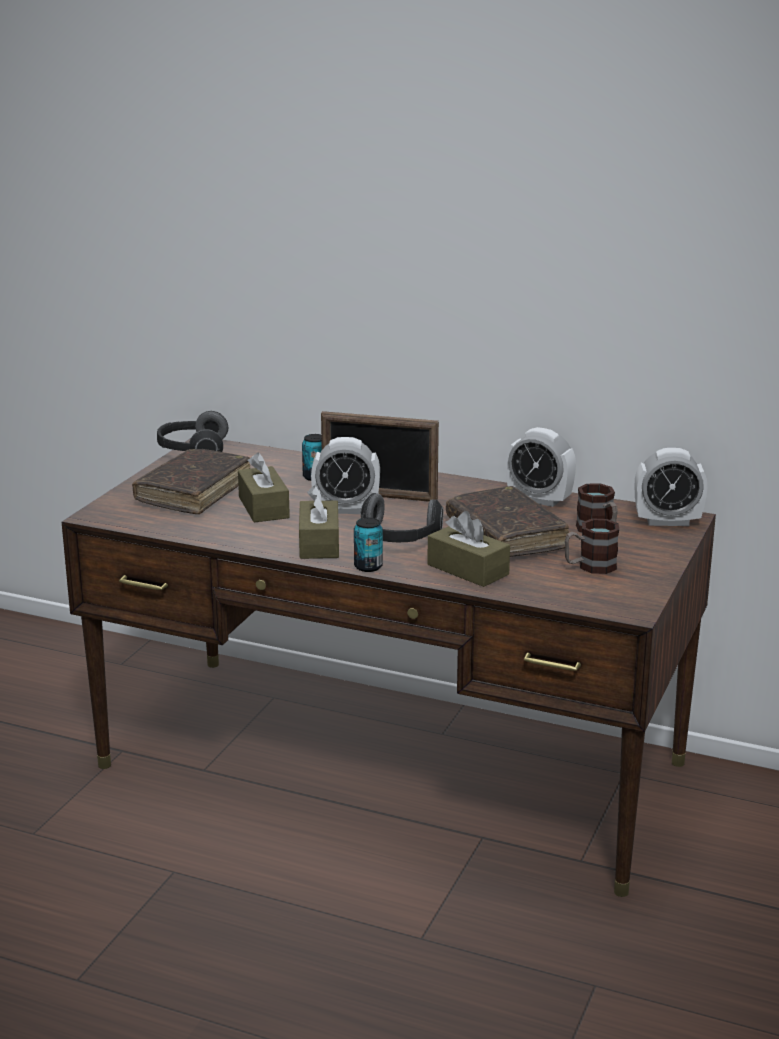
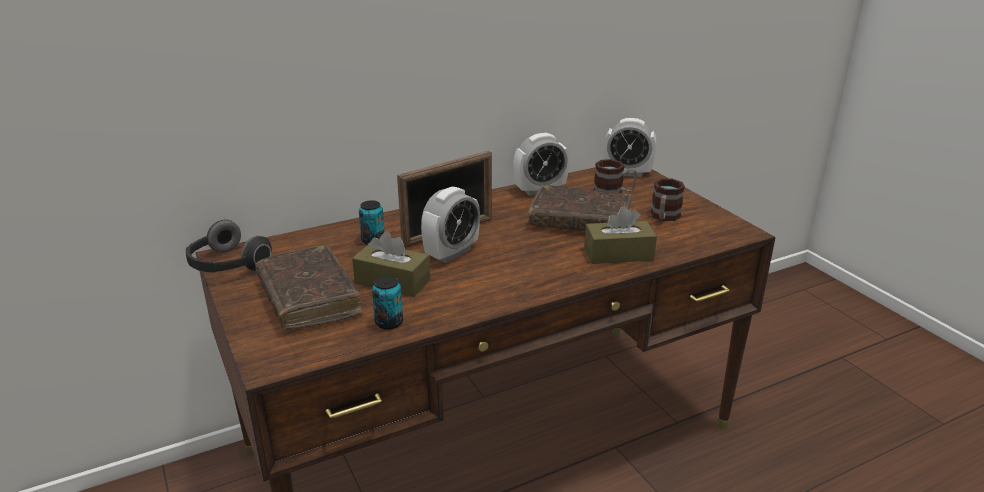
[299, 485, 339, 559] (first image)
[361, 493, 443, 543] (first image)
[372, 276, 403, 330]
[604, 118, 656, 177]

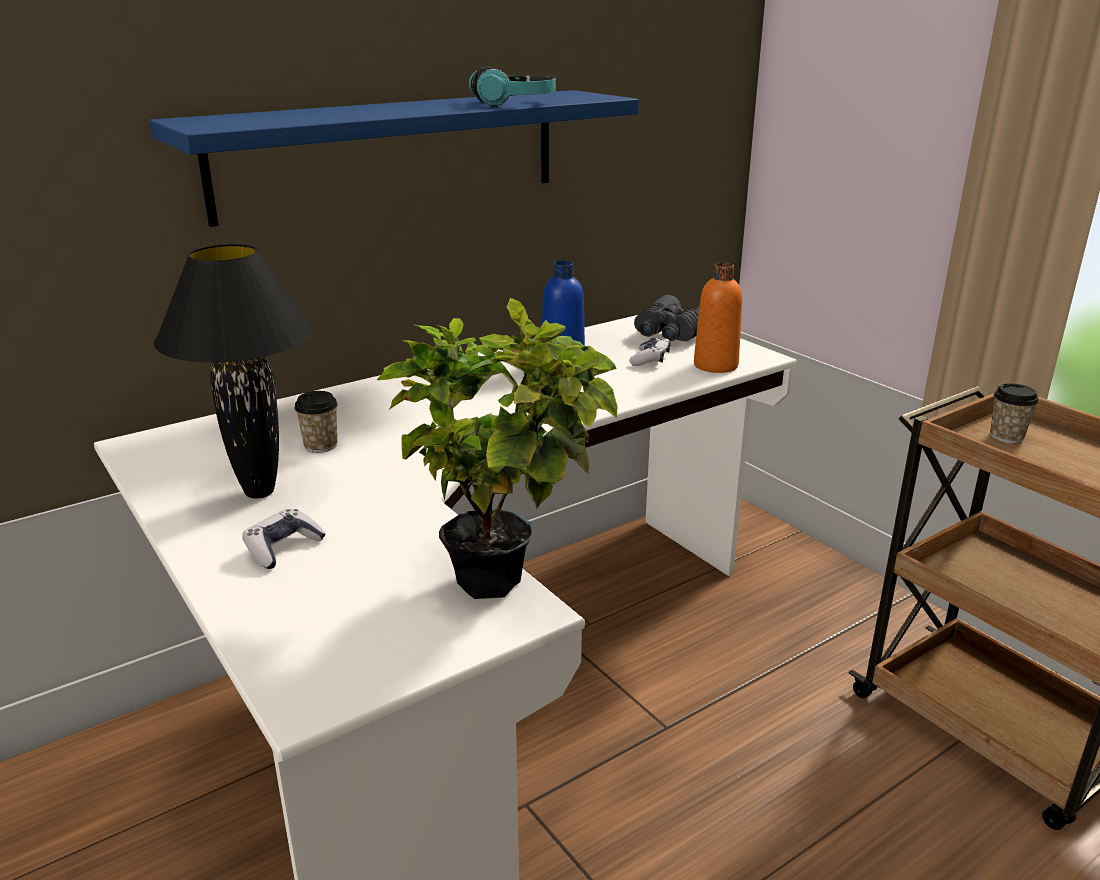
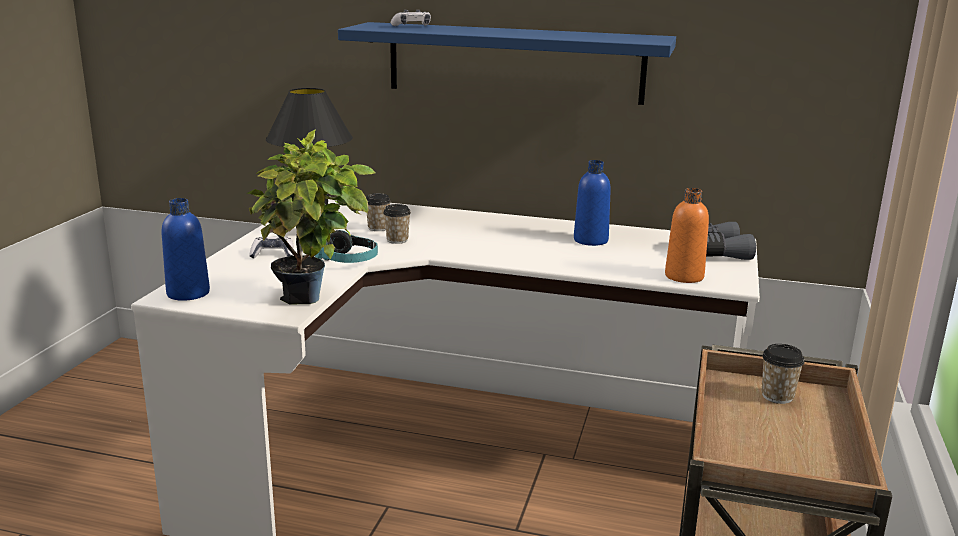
[162, 198, 210, 301]
[383, 204, 411, 244]
[315, 230, 378, 263]
[390, 10, 431, 26]

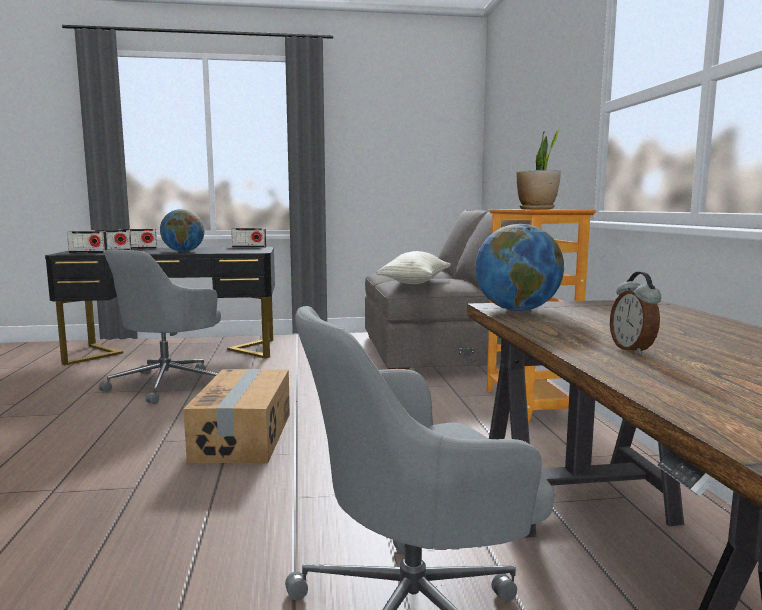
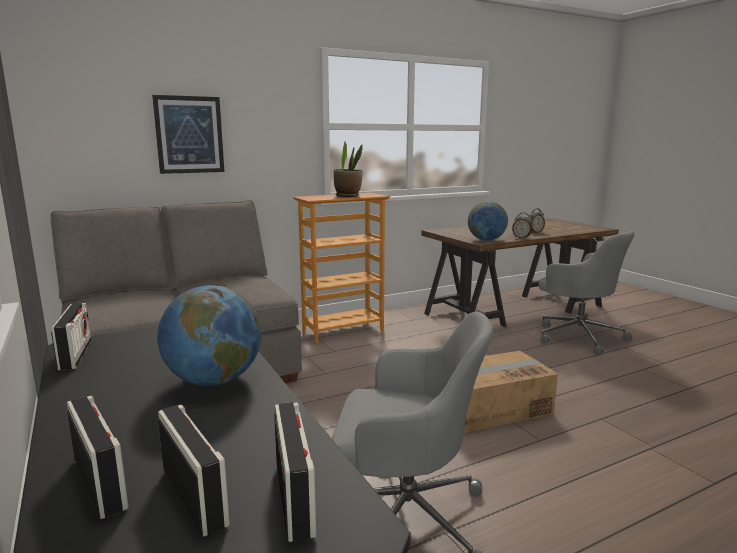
[376, 251, 451, 284] (first image)
[152, 95, 224, 174]
[512, 213, 533, 239]

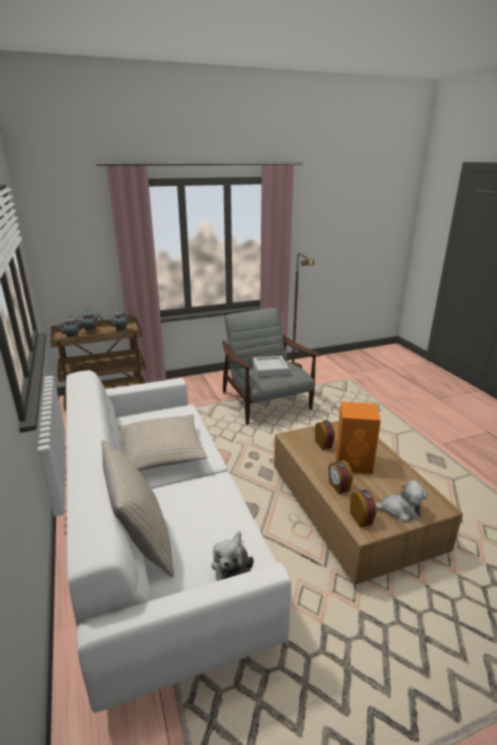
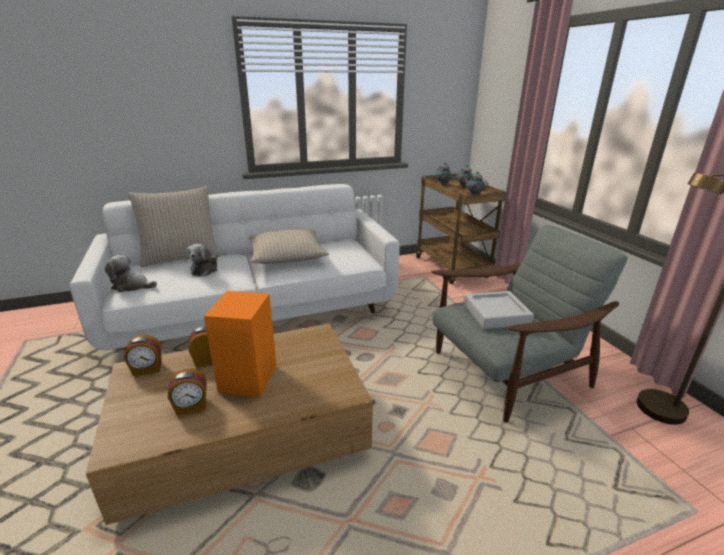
[168, 369, 207, 416]
[186, 244, 218, 276]

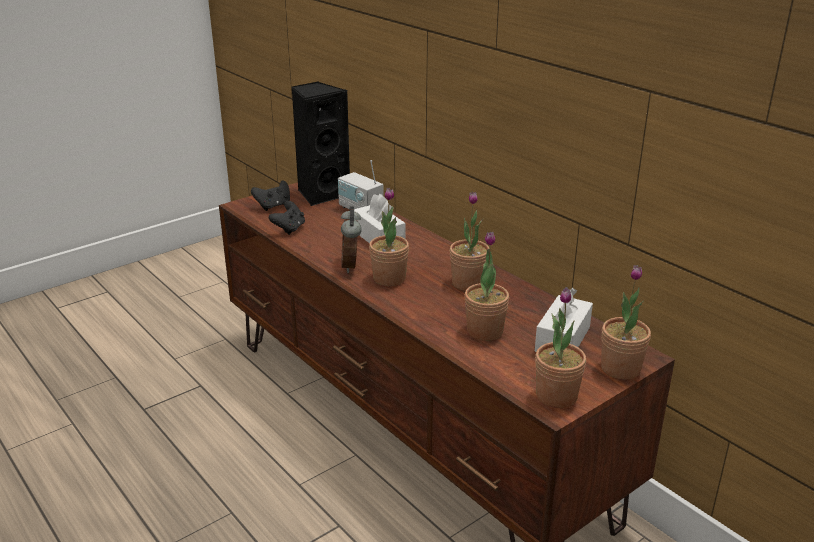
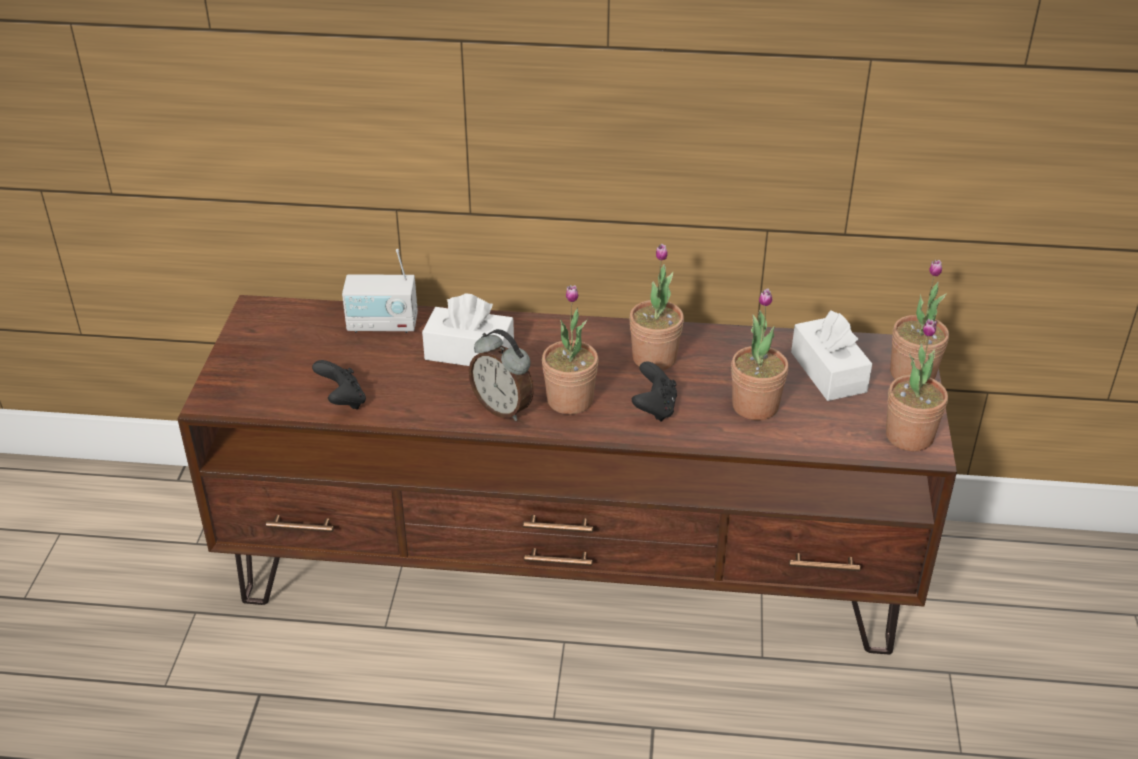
[291, 81, 350, 206] (first image)
[632, 361, 677, 422]

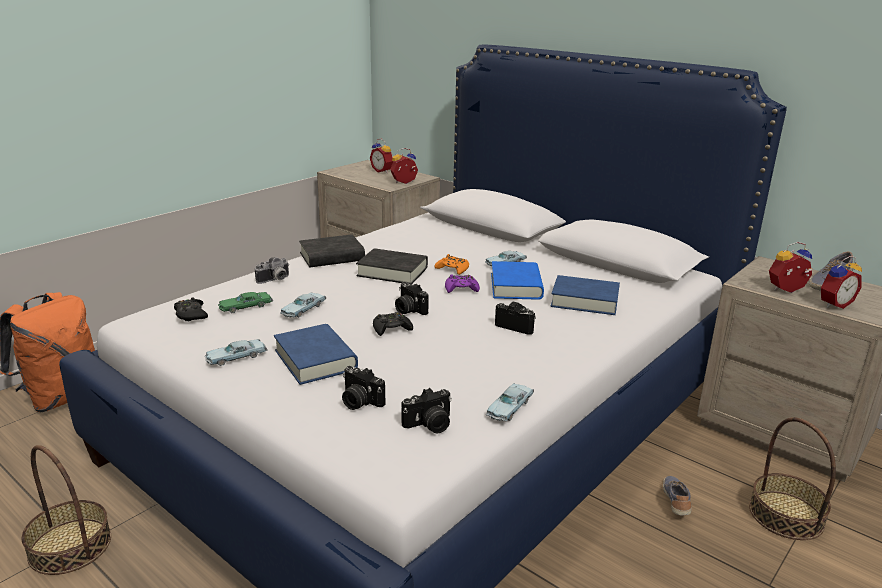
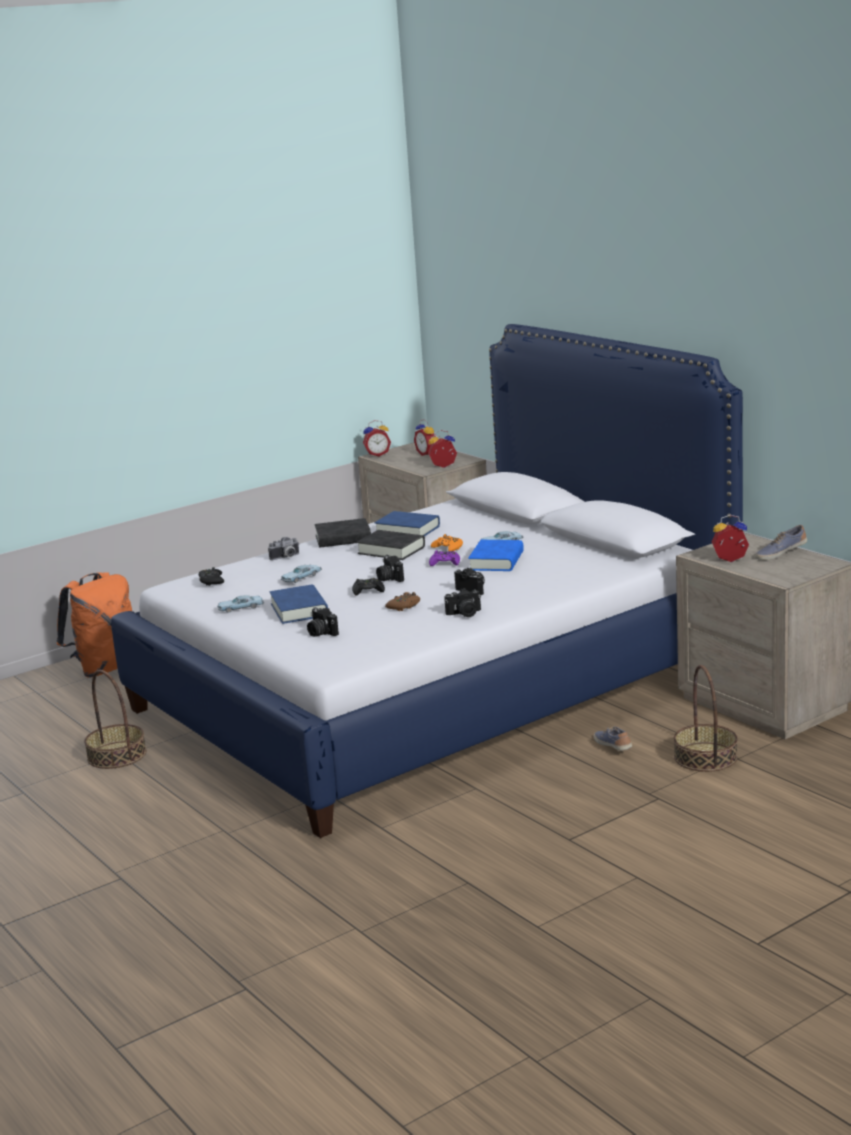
[218, 292, 273, 313] (first image)
[486, 383, 534, 422] (first image)
[385, 592, 420, 611]
[444, 588, 481, 617]
[375, 511, 440, 536]
[363, 420, 391, 457]
[594, 726, 632, 751]

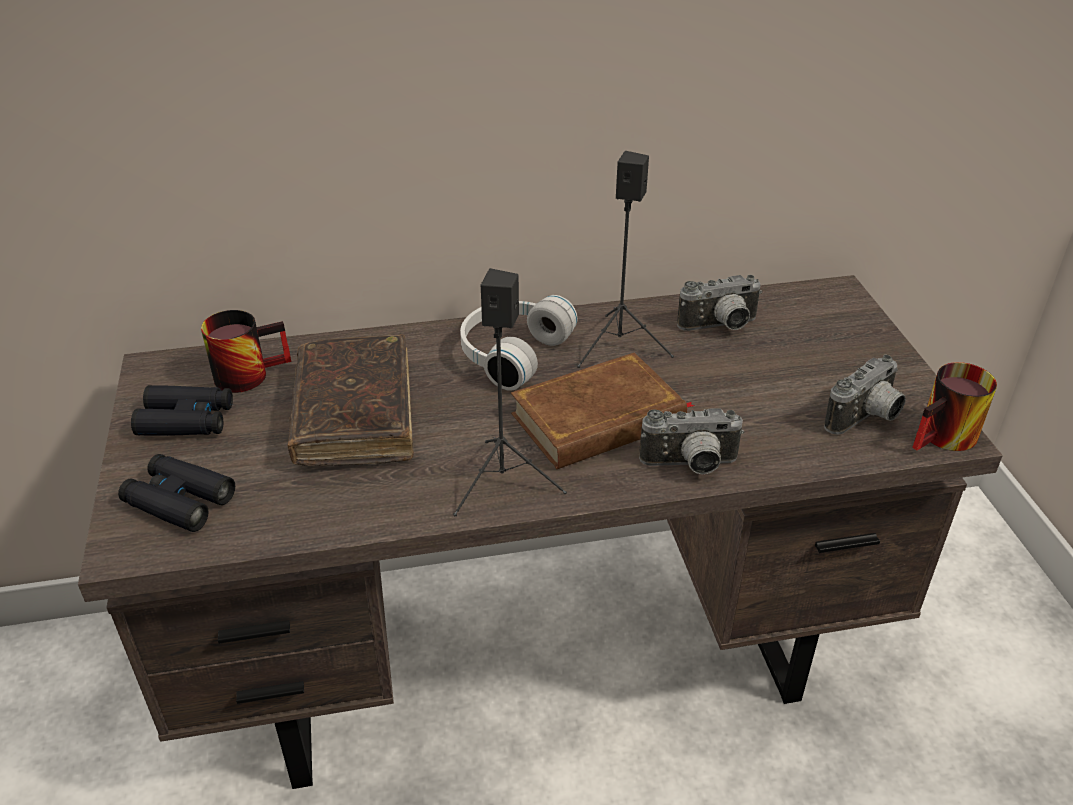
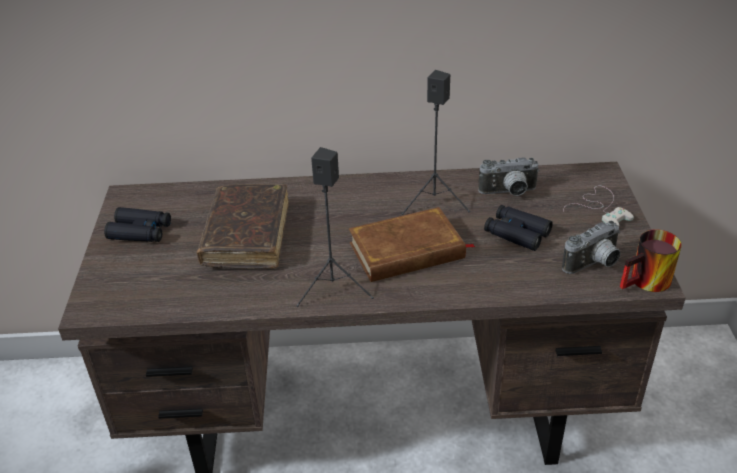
[201, 310, 291, 393] (first image)
[460, 295, 578, 391] (first image)
[639, 408, 744, 475] (first image)
[563, 185, 634, 226]
[484, 205, 553, 251]

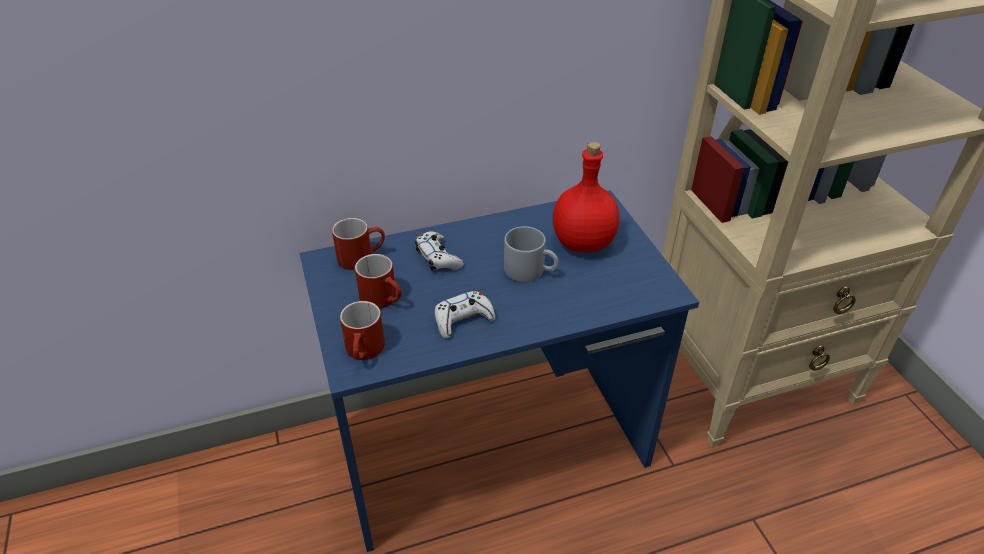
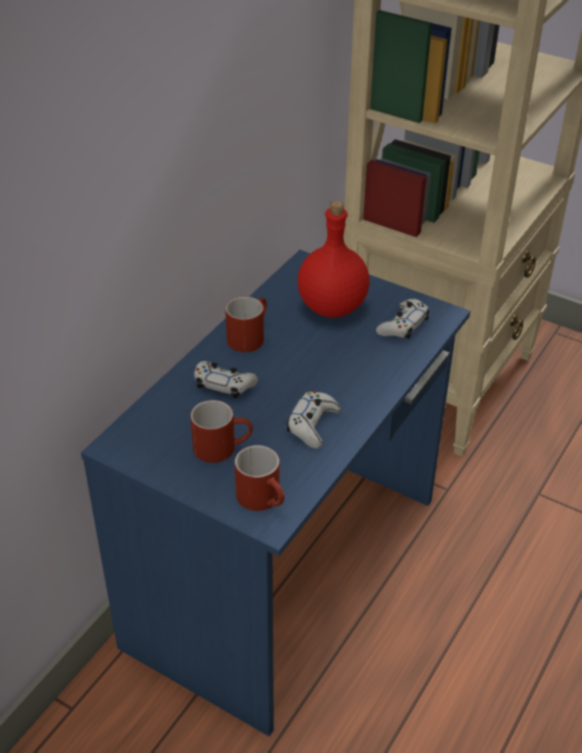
[504, 226, 558, 282] (first image)
[376, 299, 429, 339]
[225, 297, 267, 352]

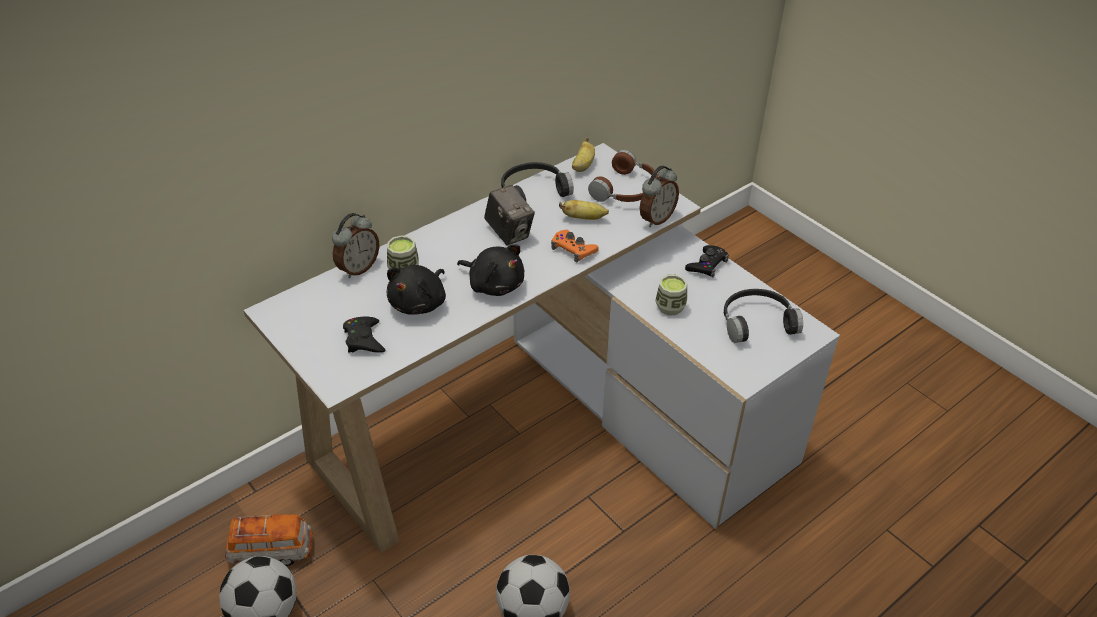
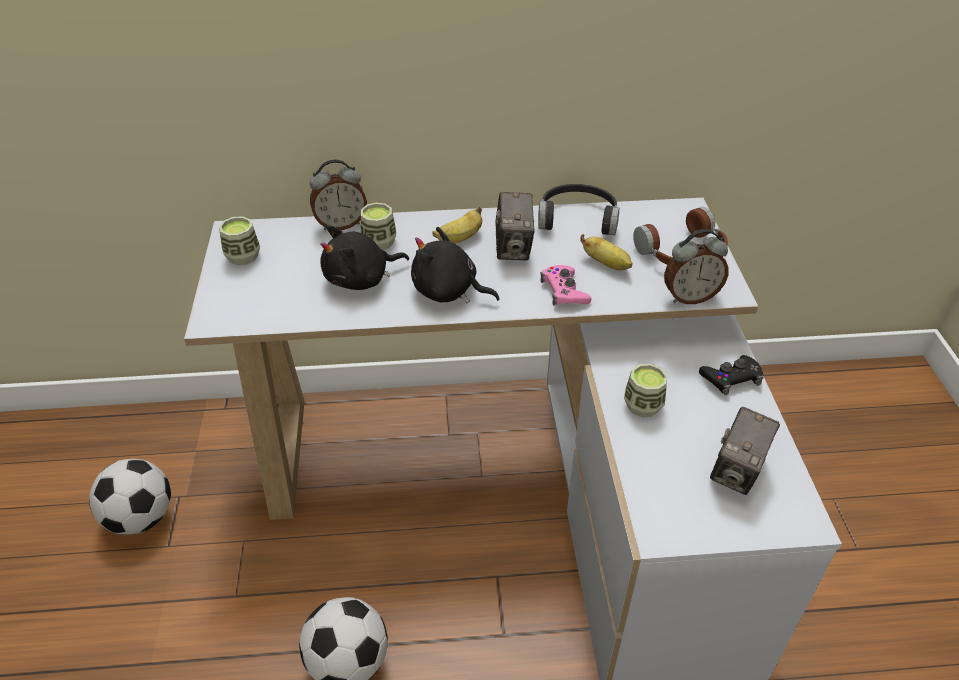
[225, 514, 313, 566] (first image)
[343, 317, 386, 353] (first image)
[219, 216, 260, 265]
[432, 206, 482, 244]
[710, 407, 780, 495]
[540, 265, 591, 305]
[411, 227, 500, 304]

